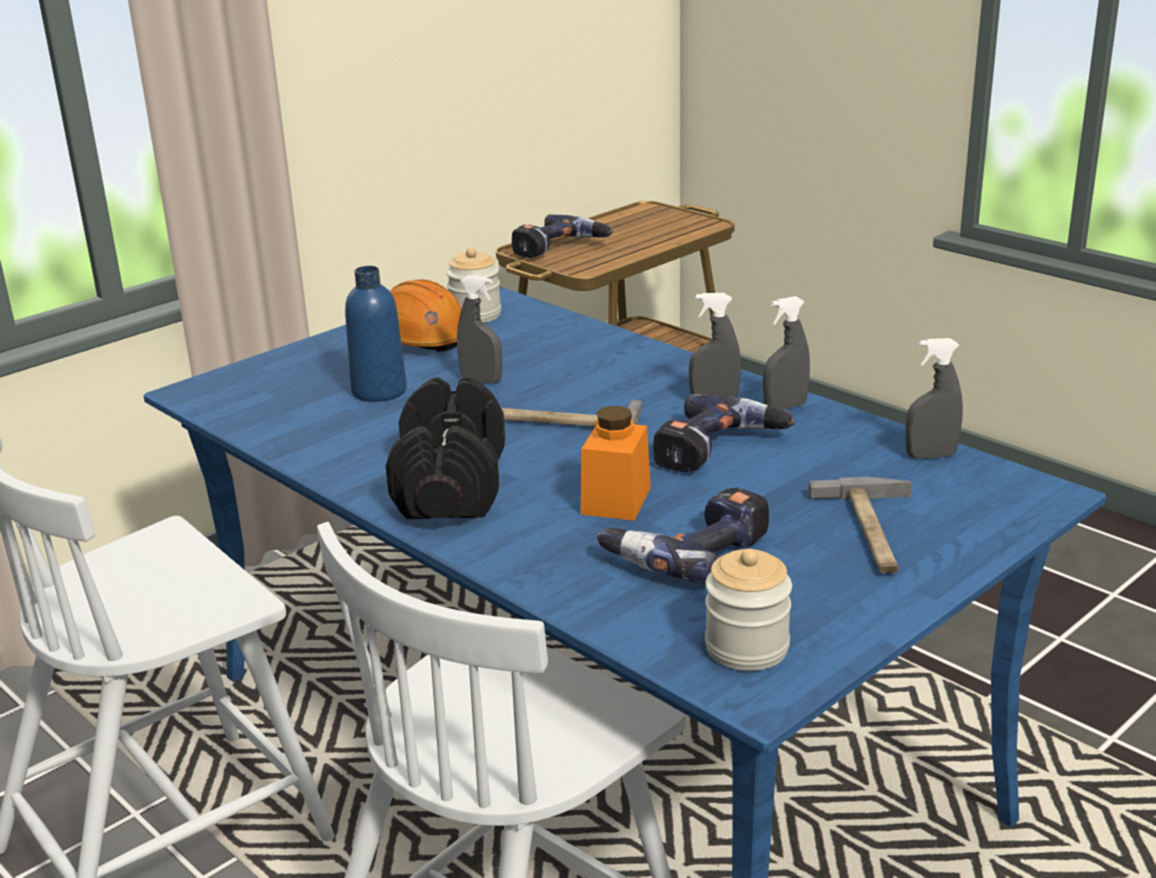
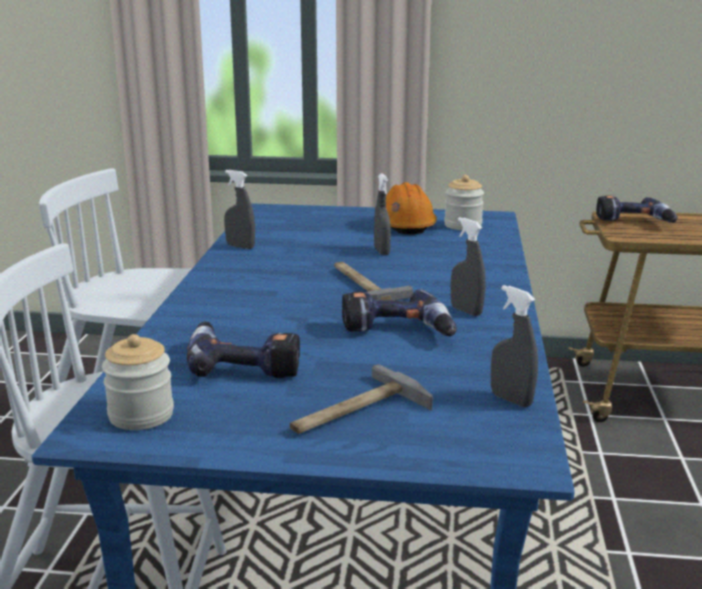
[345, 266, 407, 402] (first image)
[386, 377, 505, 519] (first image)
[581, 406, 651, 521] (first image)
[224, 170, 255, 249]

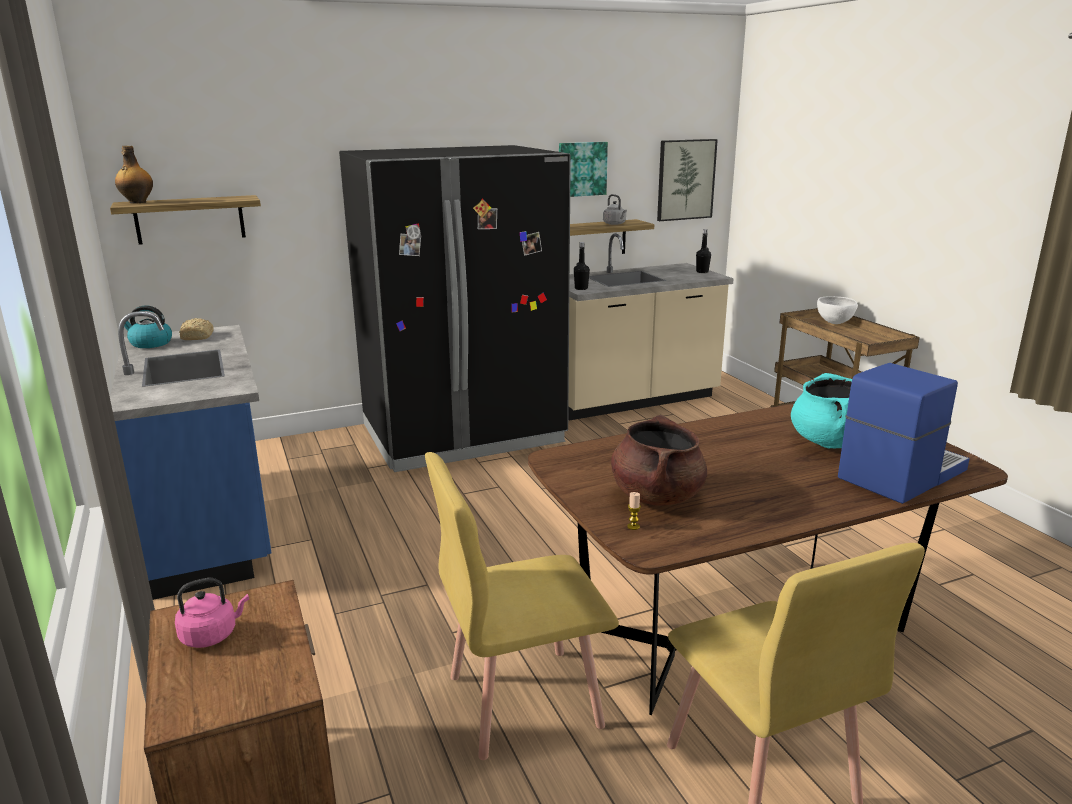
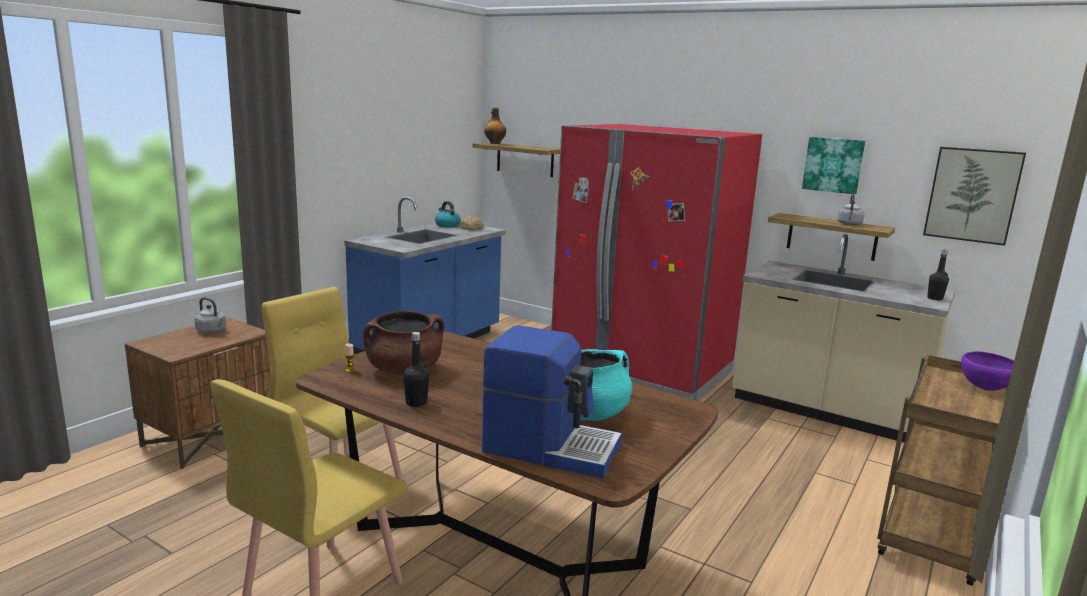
[403, 332, 429, 407]
[194, 297, 226, 333]
[551, 124, 762, 401]
[961, 351, 1014, 391]

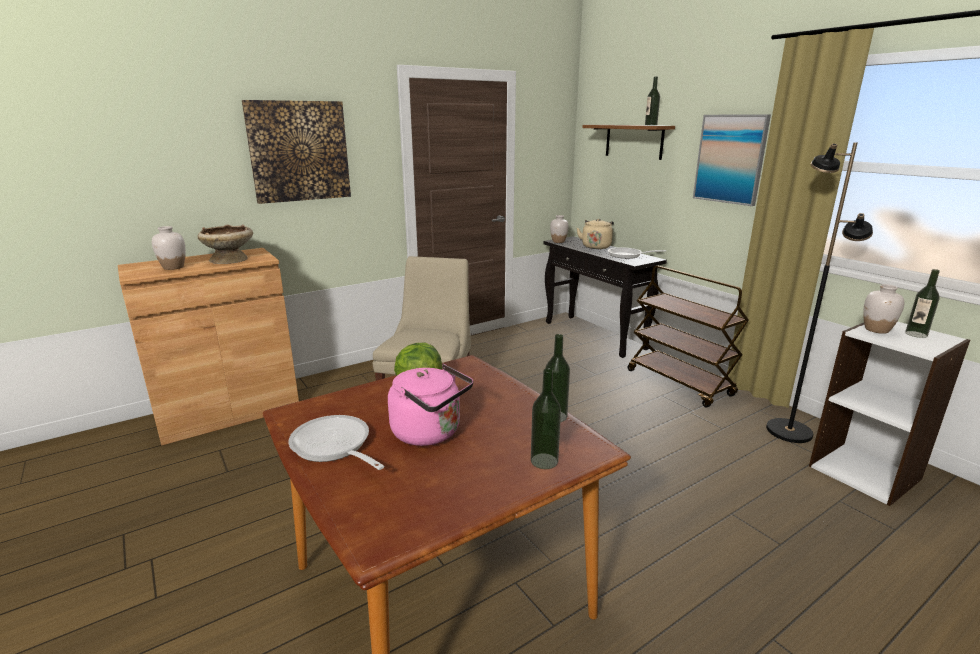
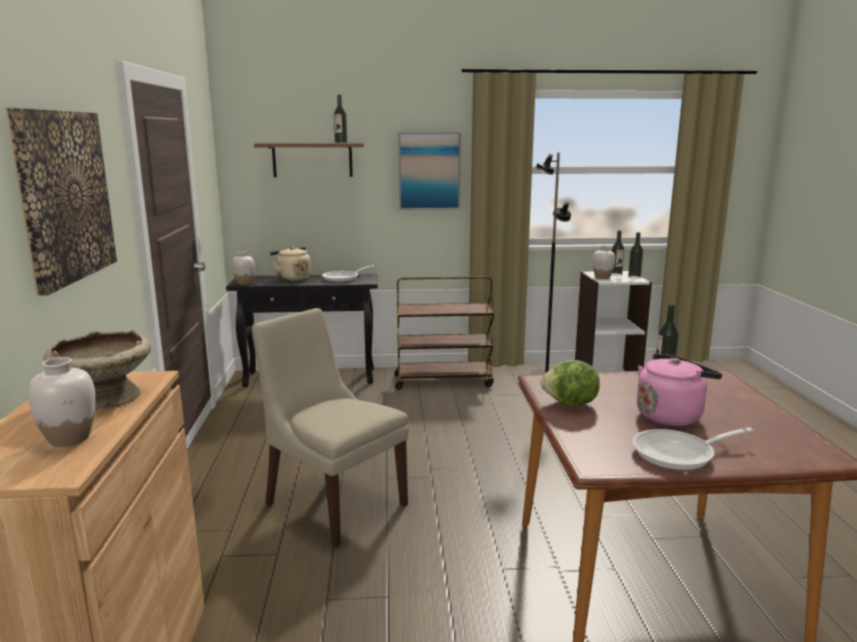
[628, 232, 643, 279]

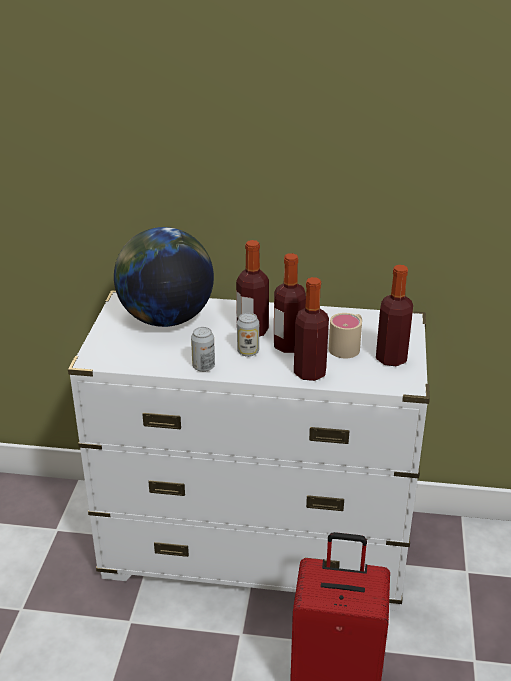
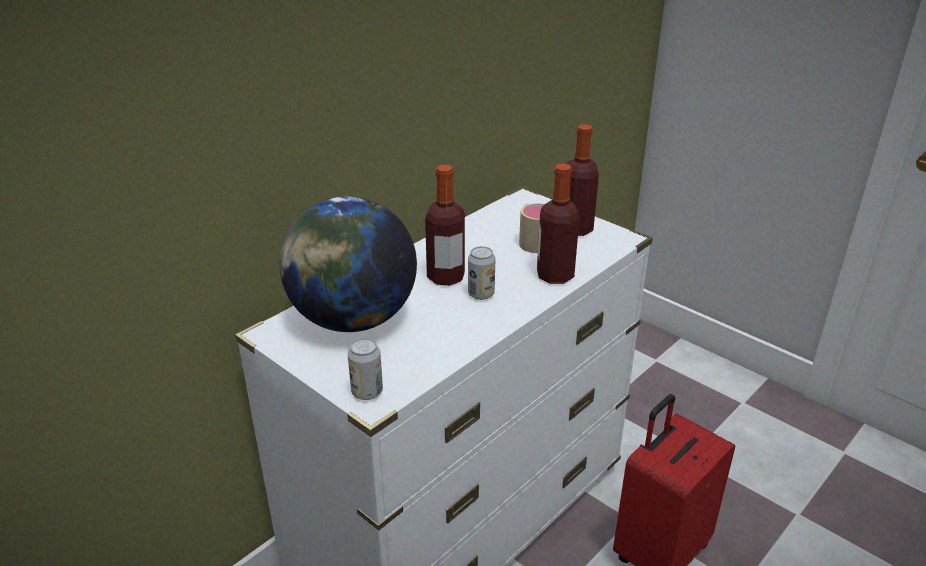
[274, 253, 306, 353] (first image)
[348, 338, 383, 400]

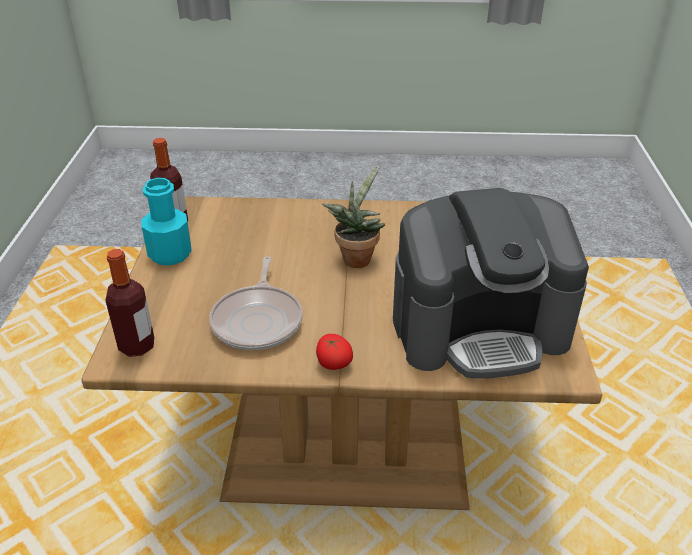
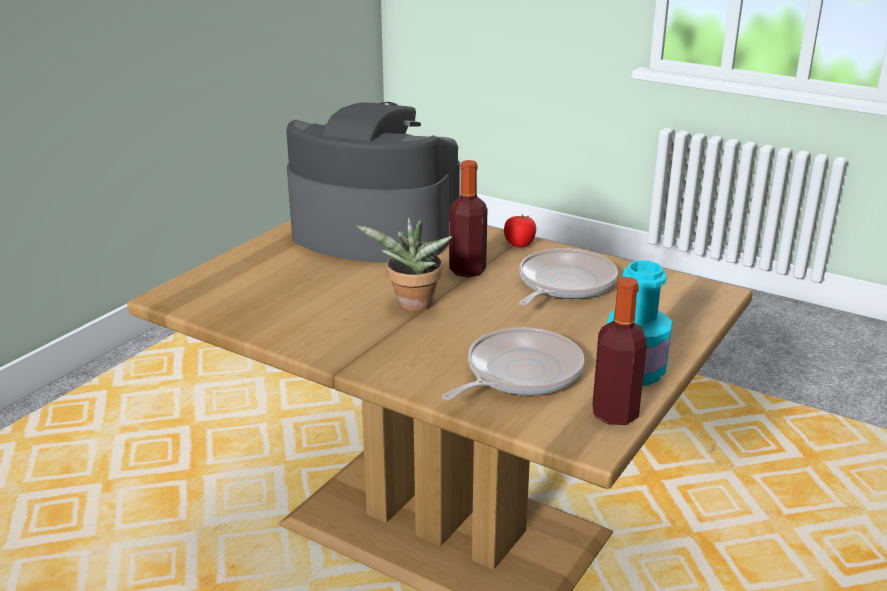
[442, 327, 584, 401]
[449, 160, 487, 277]

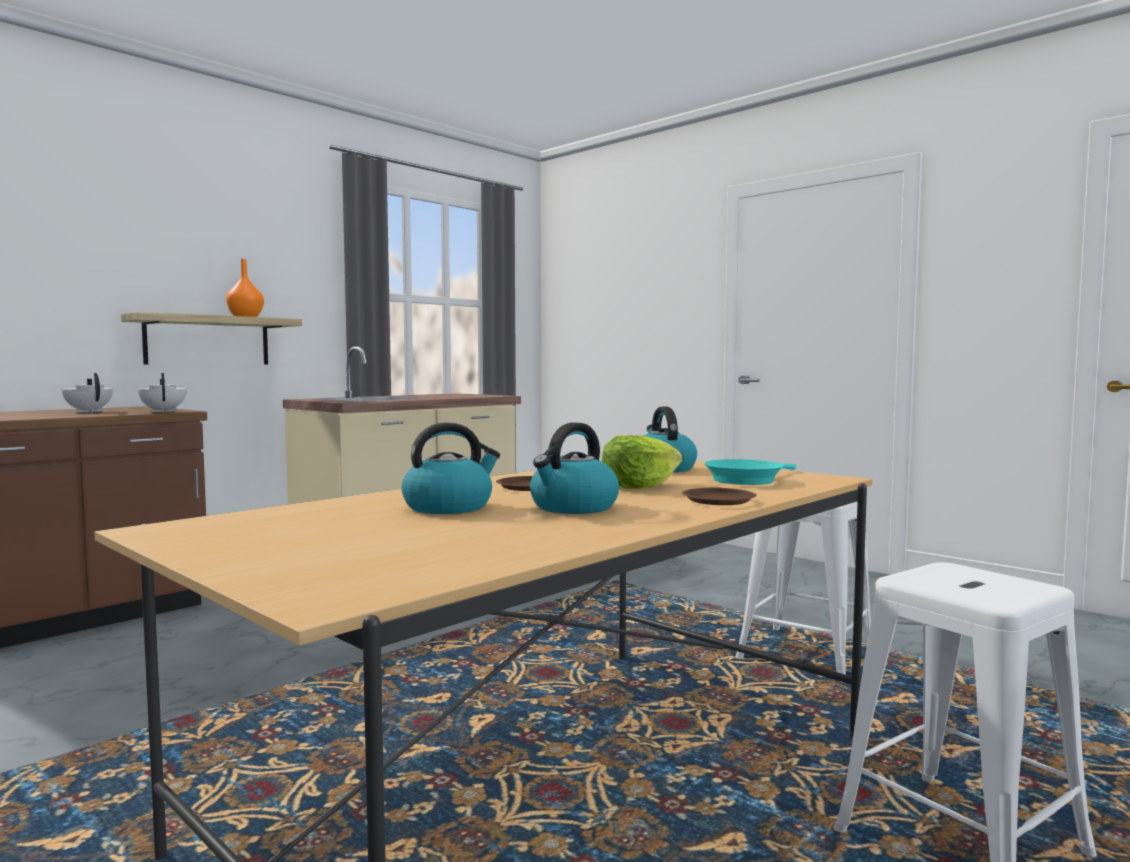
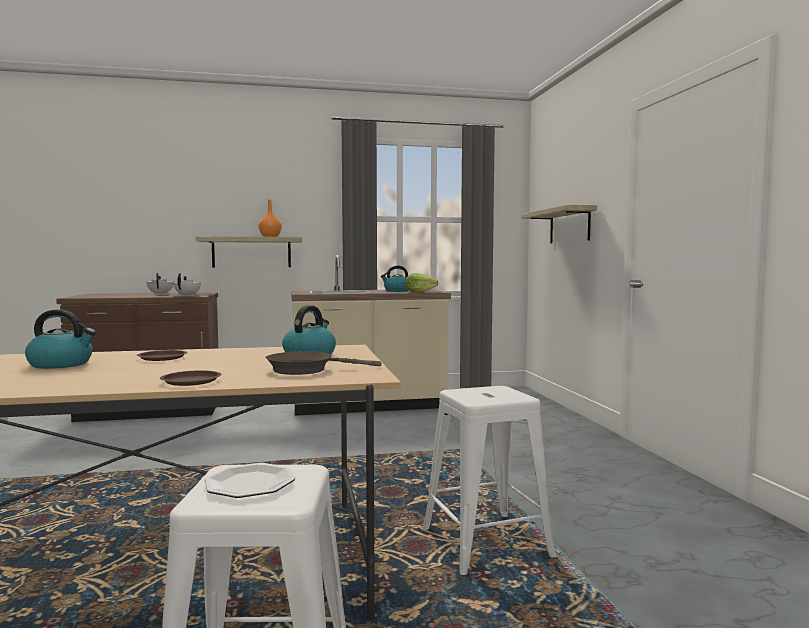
[205, 463, 295, 498]
[521, 205, 597, 243]
[381, 266, 409, 292]
[406, 273, 438, 292]
[265, 351, 381, 375]

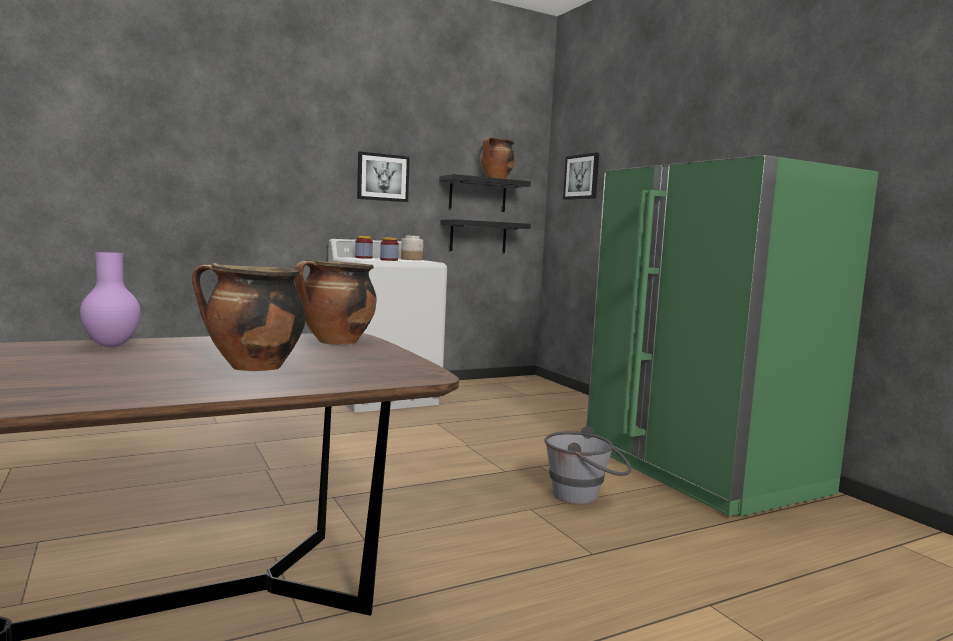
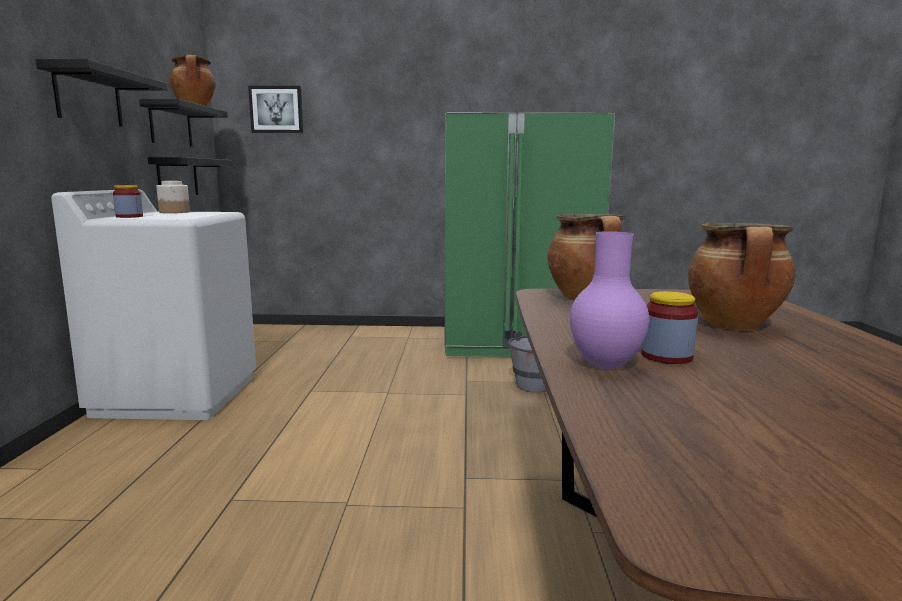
[641, 291, 698, 364]
[35, 59, 168, 127]

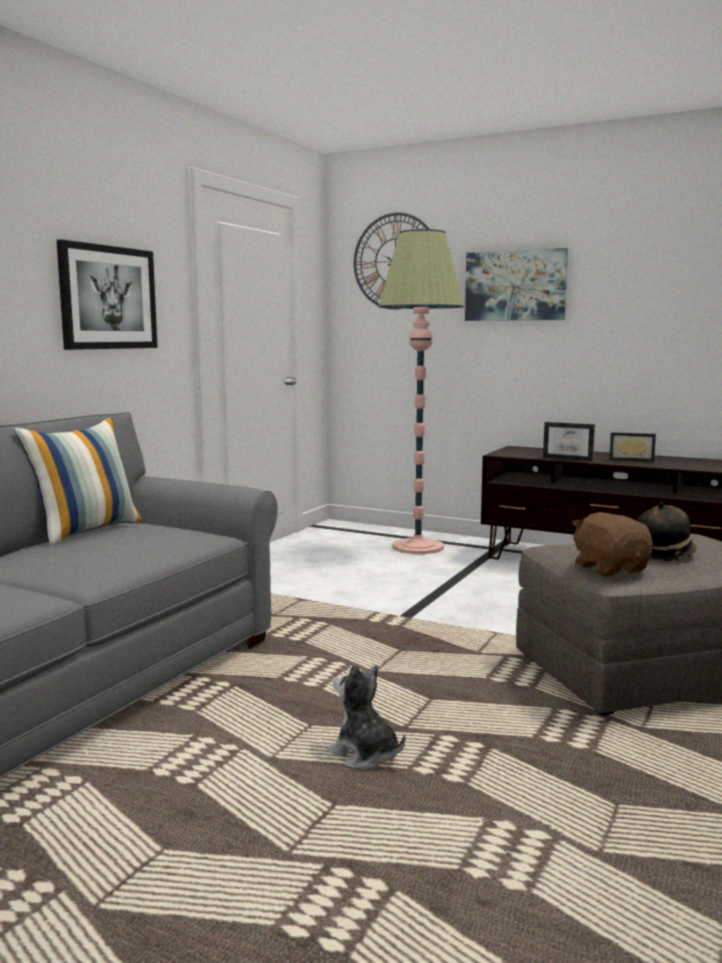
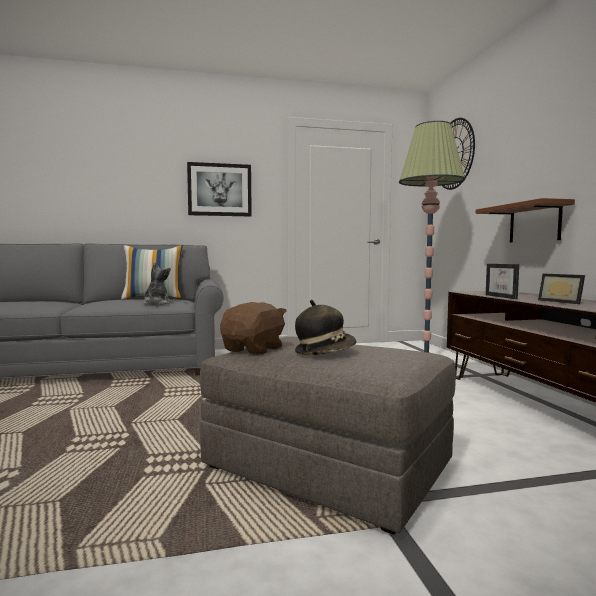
[465, 248, 568, 321] (first image)
[476, 198, 575, 243]
[143, 262, 171, 305]

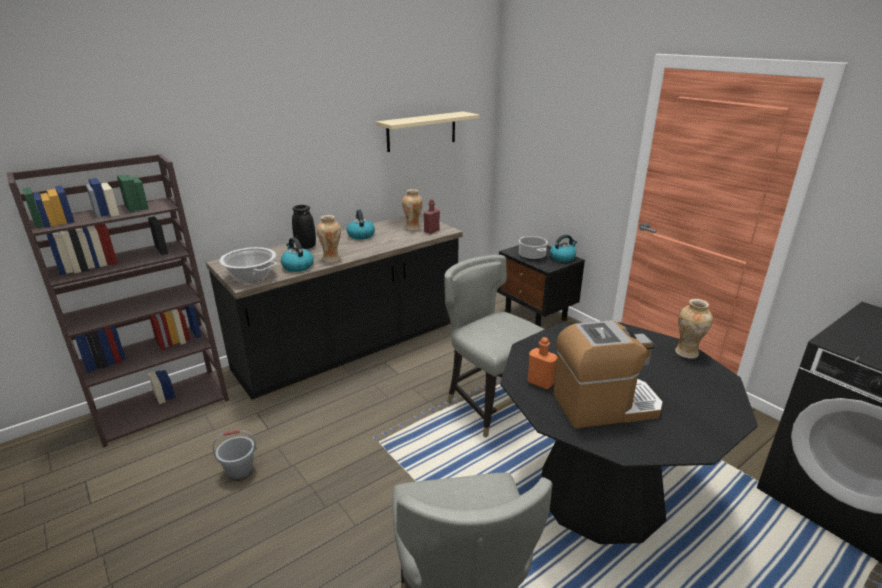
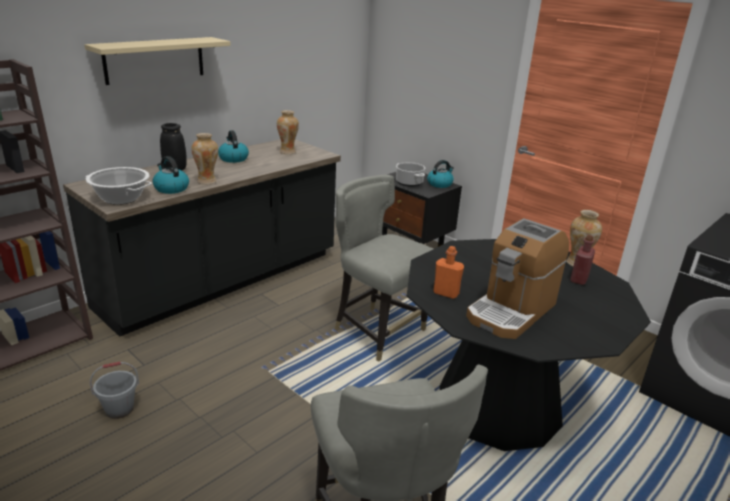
[84, 37, 231, 85]
[570, 235, 595, 285]
[466, 218, 569, 339]

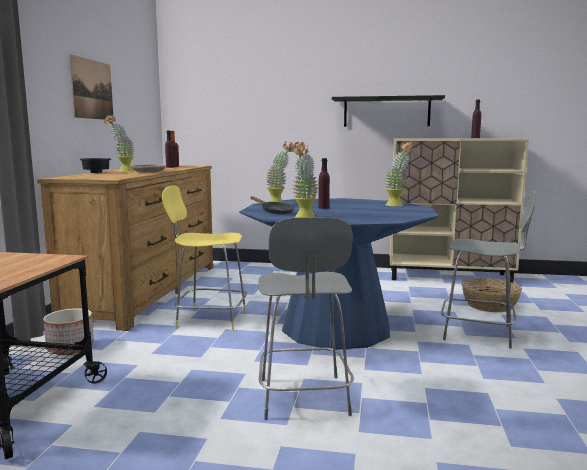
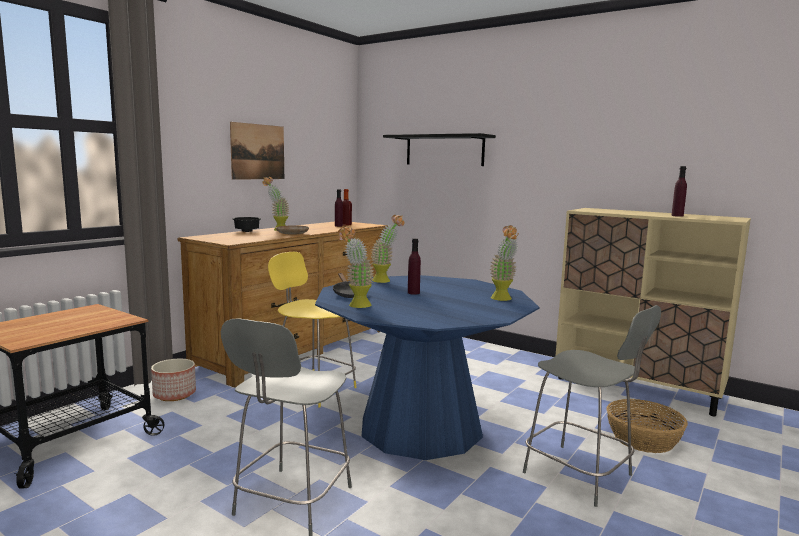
[383, 133, 496, 166]

